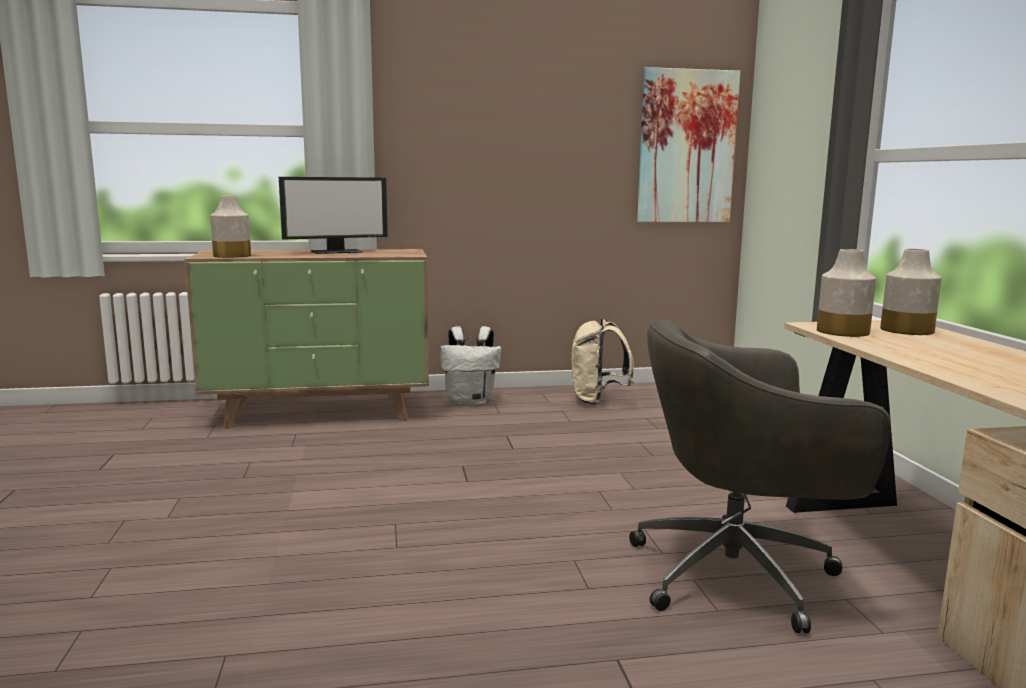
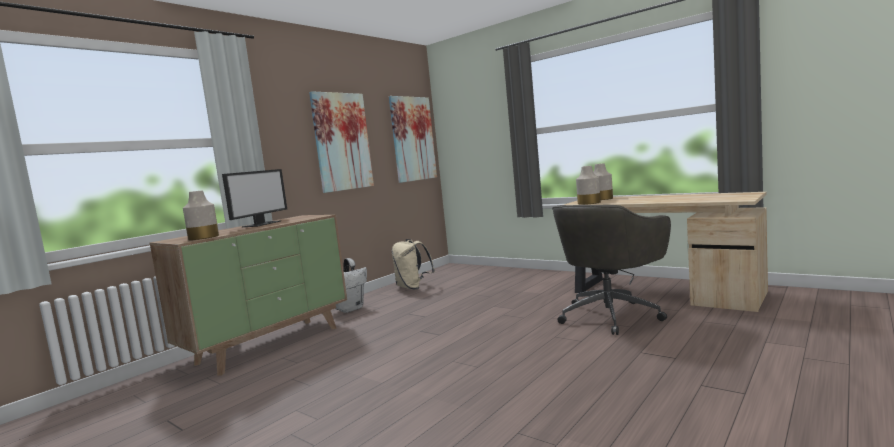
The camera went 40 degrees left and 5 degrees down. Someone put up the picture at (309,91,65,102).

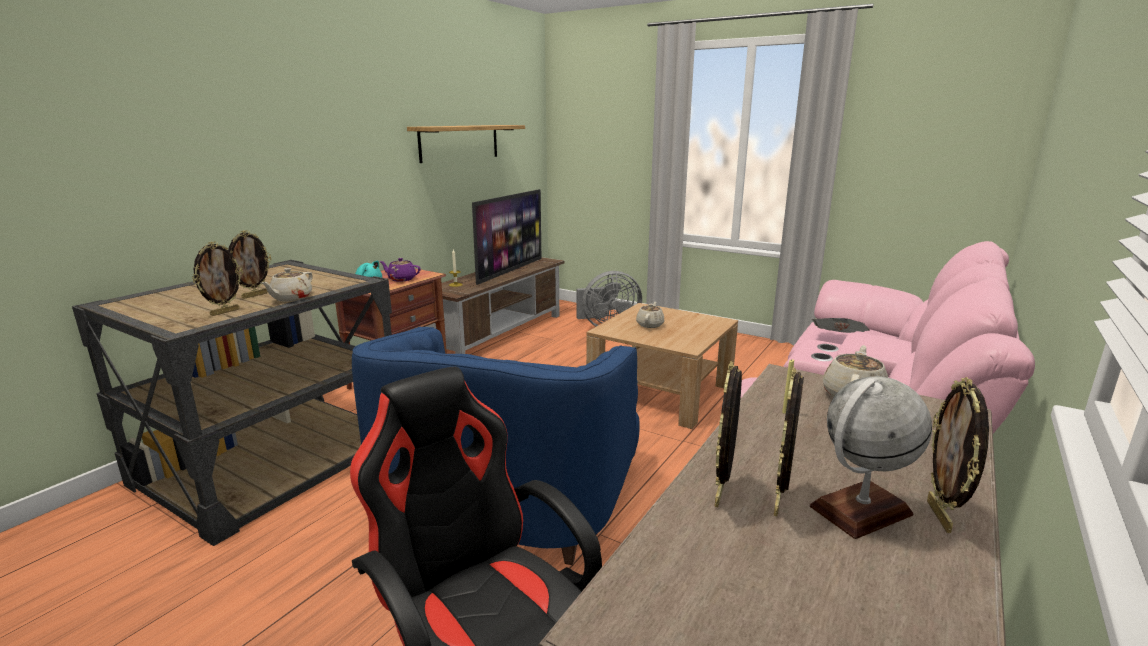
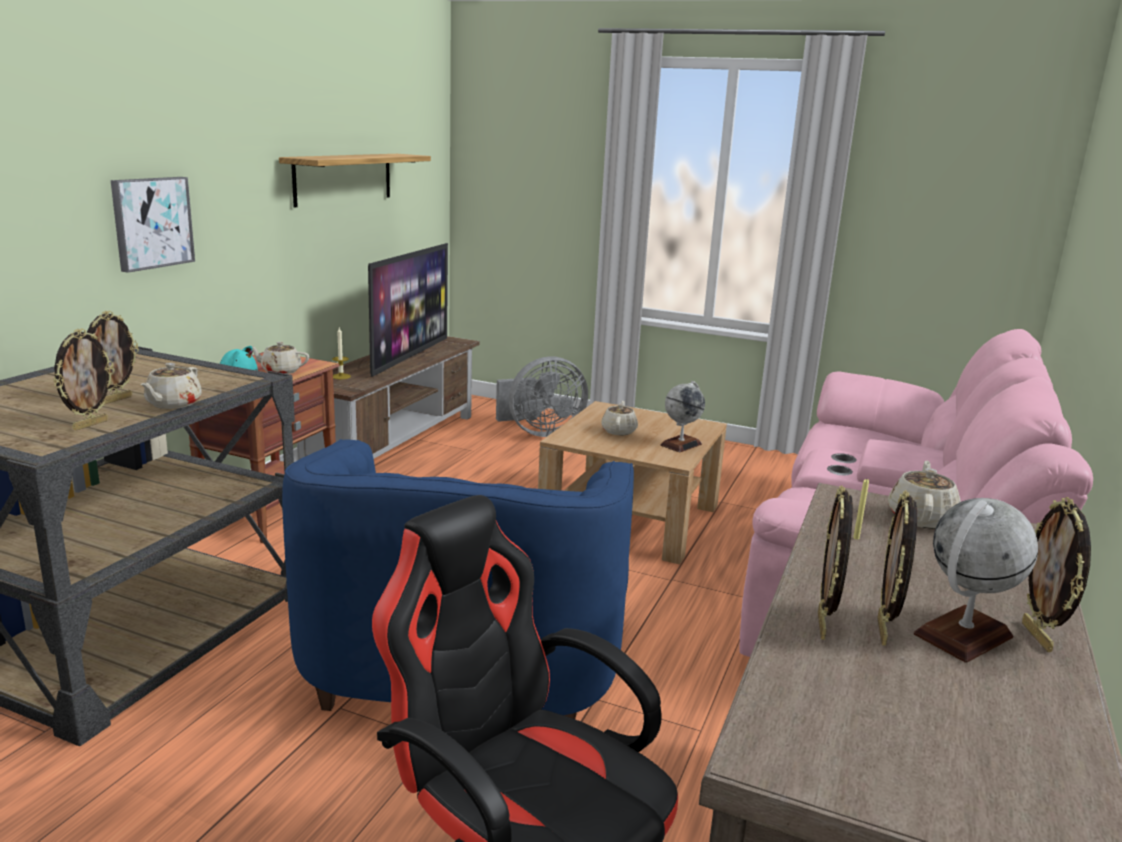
The camera went 10 degrees left and 0 degrees up. Someone took away the newspaper at (811,318,59,15). Someone put up the picture at (110,177,85,96). Someone put down the globe at (660,381,45,71). Someone repainted the purple teapot at (379,258,42,24), which became the beige teapot at (252,342,57,32).

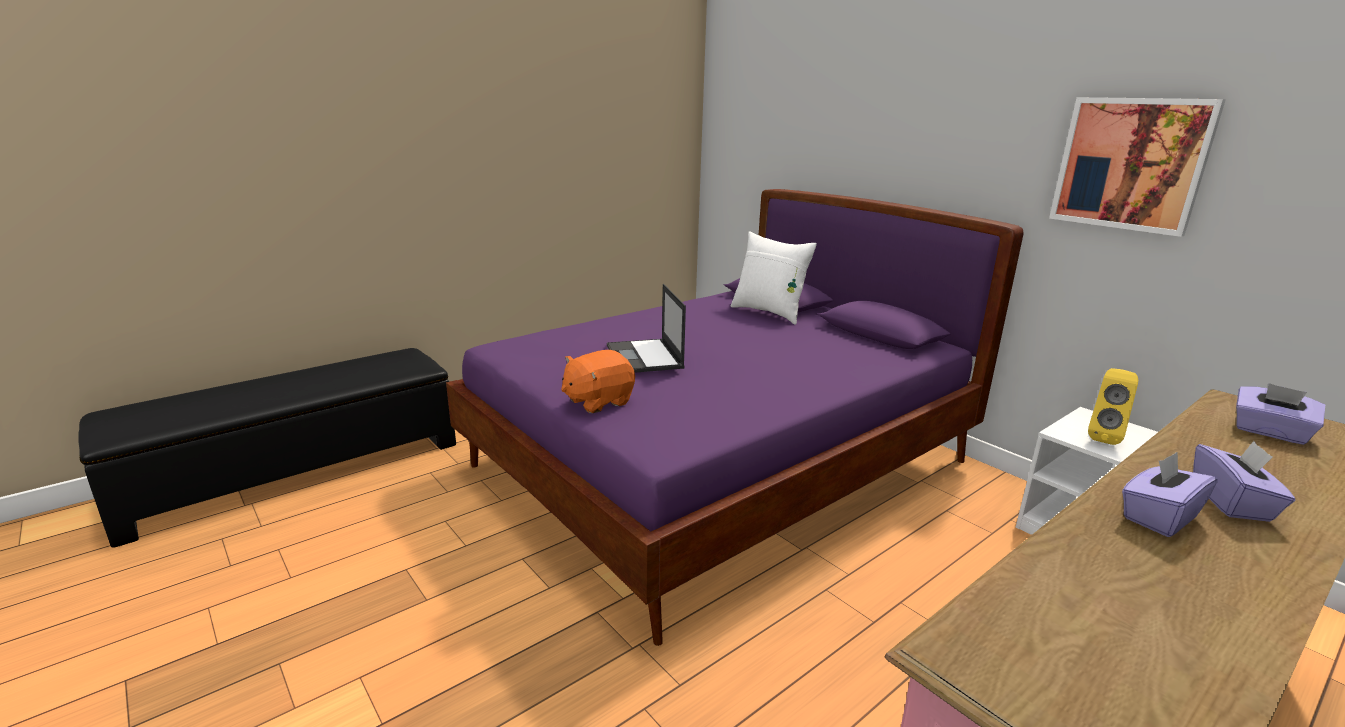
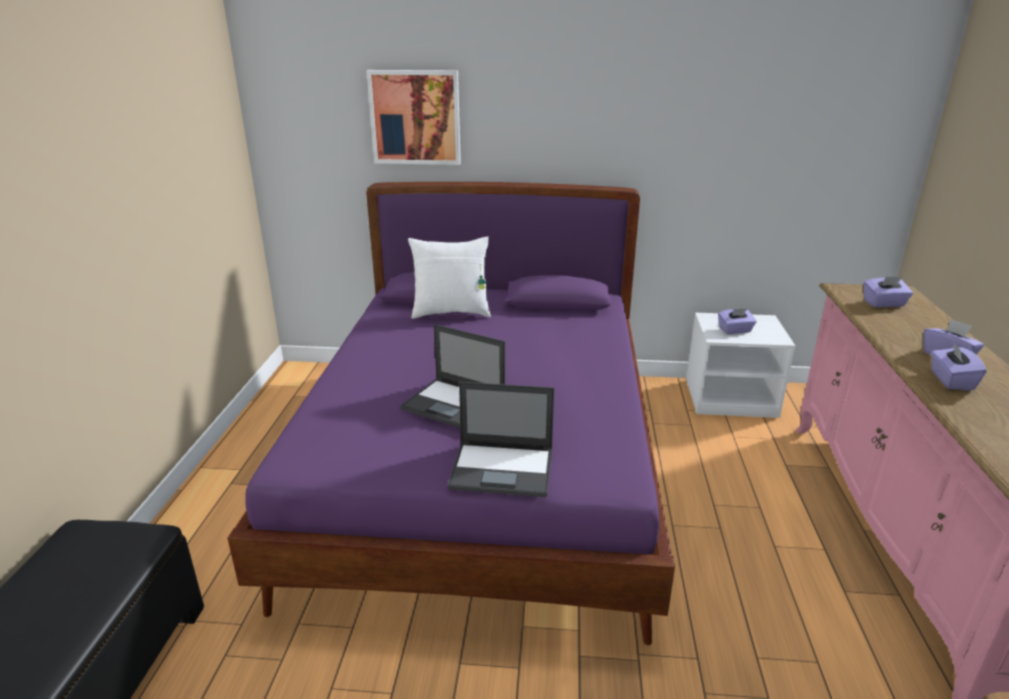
The camera went 45 degrees left and 5 degrees up. Someone carried the picture from (1049,97,177,140) to (367,70,94,95). Someone swapped the orange plush toy at (561,350,74,63) for the laptop at (447,382,107,115). Someone swapped the yellow speaker at (1088,368,50,77) for the purple tissue box at (718,308,38,26).

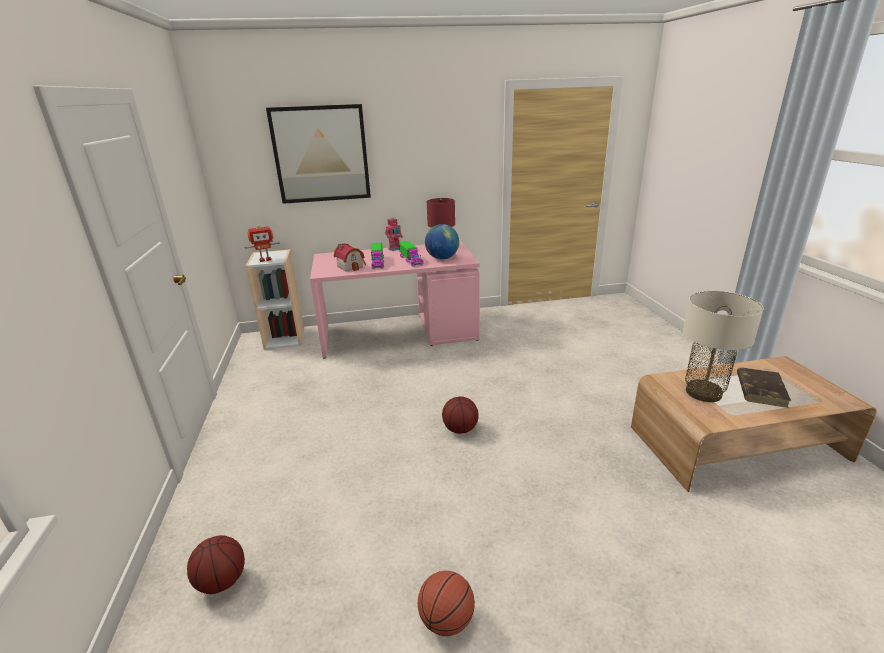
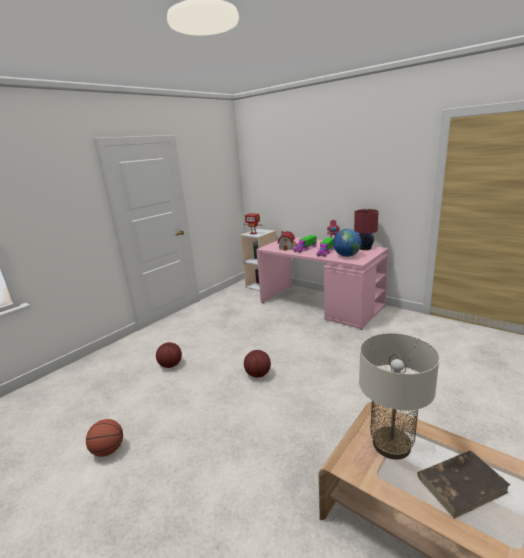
The camera went 50 degrees right and 5 degrees down. Someone took away the picture at (266,104,105,100). Someone carried the basketball from (187,535,58,59) to (156,342,26,26).

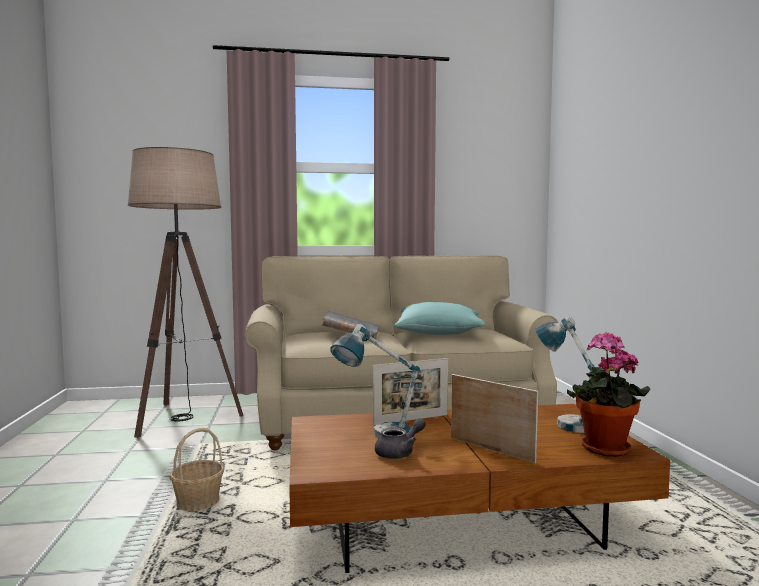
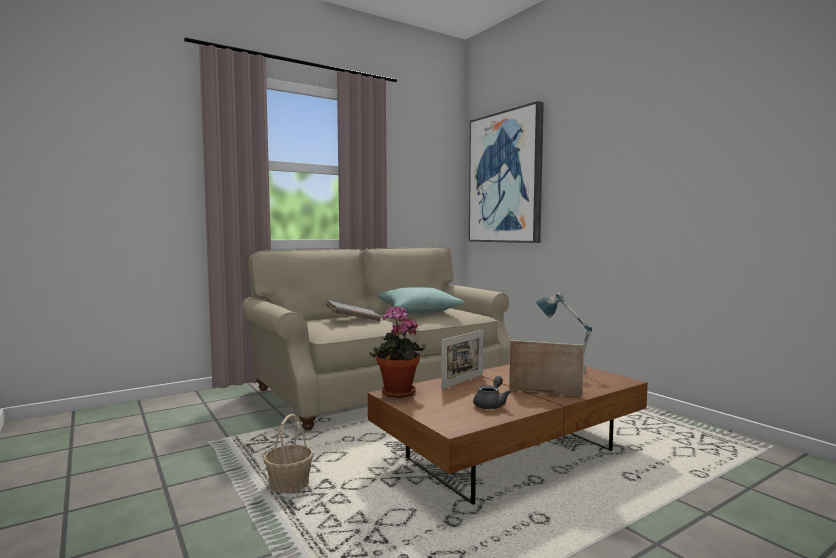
The camera went 25 degrees left and 0 degrees up. Someone took away the floor lamp at (128,147,115,291). Someone took away the table lamp at (330,324,90,114). Someone put up the picture at (469,101,75,142). Someone carried the potted plant from (567,332,83,125) to (370,306,56,92).

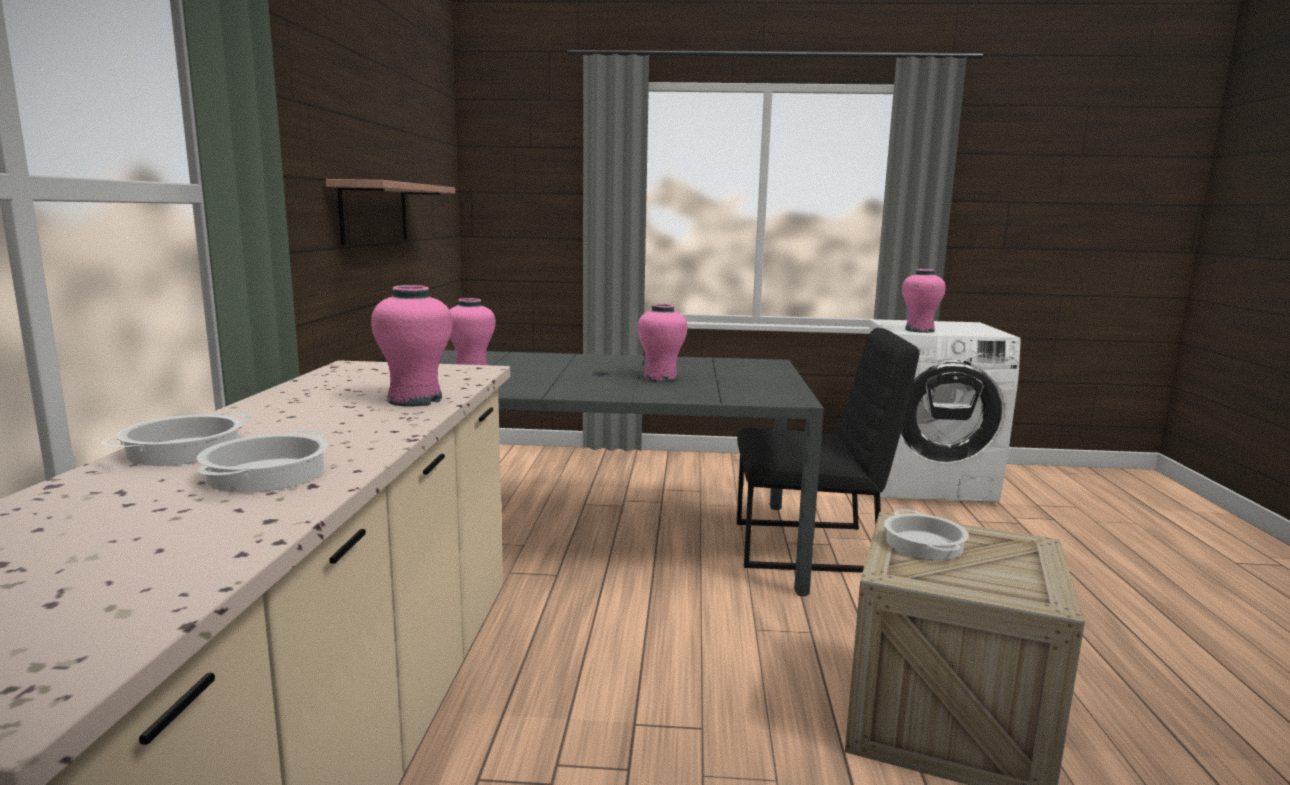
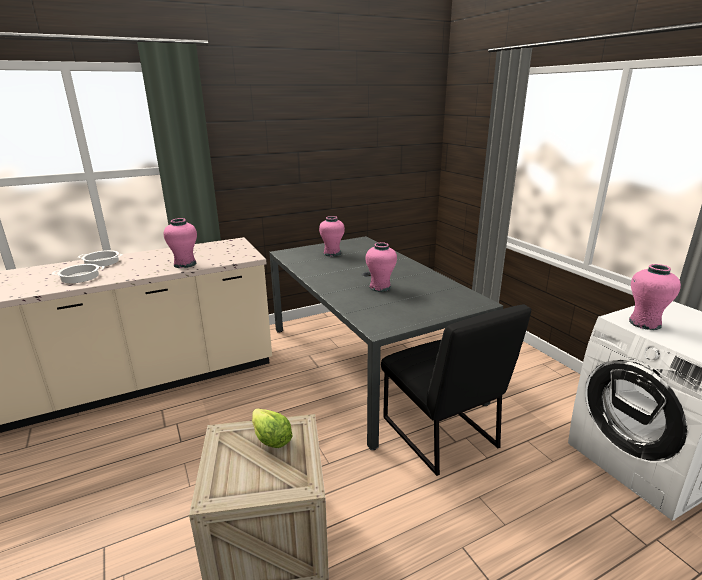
The camera went 60 degrees right and 10 degrees up. Someone took away the shelf at (326,179,129,67). Someone swapped the cooking pot at (884,509,85,51) for the lettuce at (252,408,41,40).

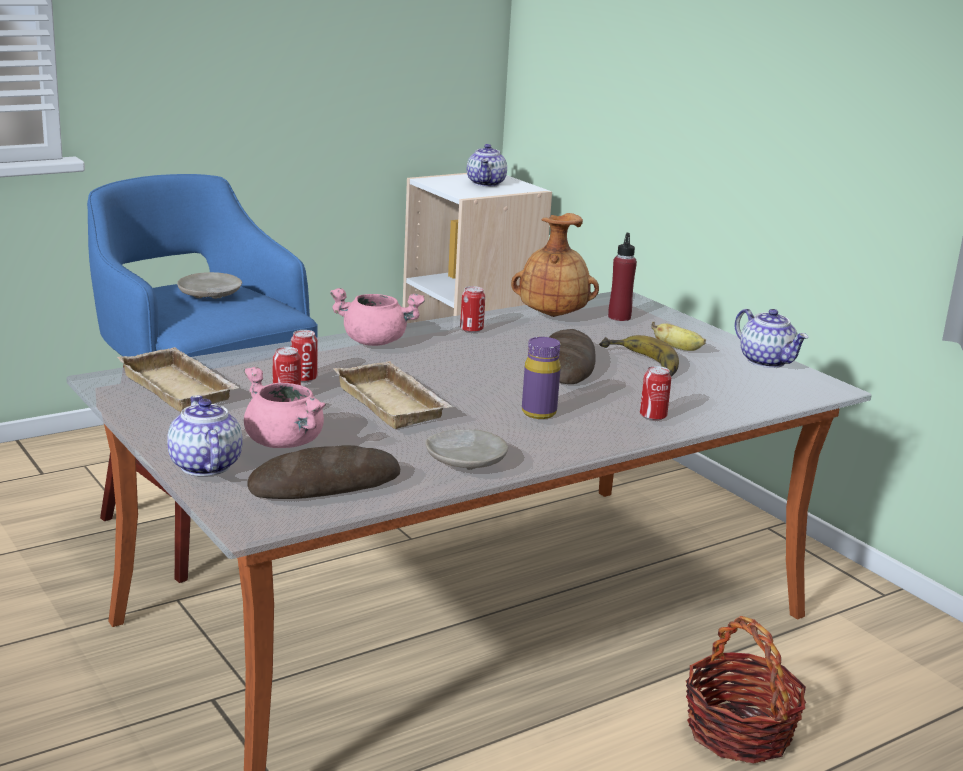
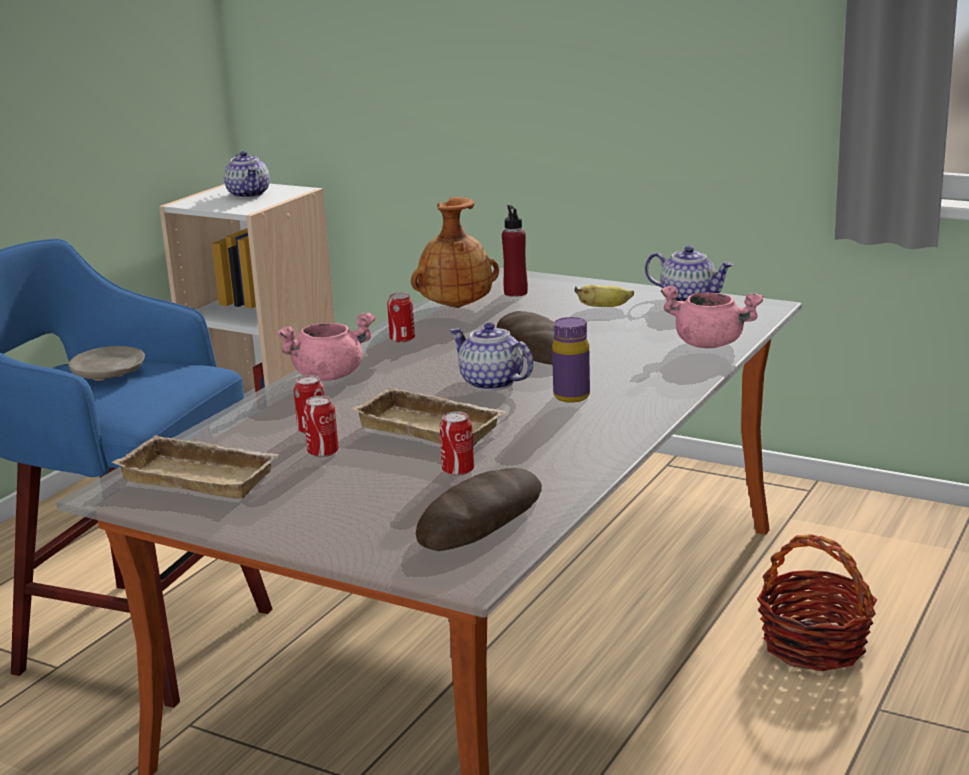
The camera went 25 degrees left and 0 degrees up. Someone took away the beige plate at (425,429,83,41). Someone took away the banana at (599,335,80,42). Someone carried the teapot from (167,395,76,81) to (450,322,83,69). Someone carried the pink cooking pot from (244,367,82,81) to (661,286,102,62). Someone carried the can from (640,366,31,55) to (440,411,34,65).

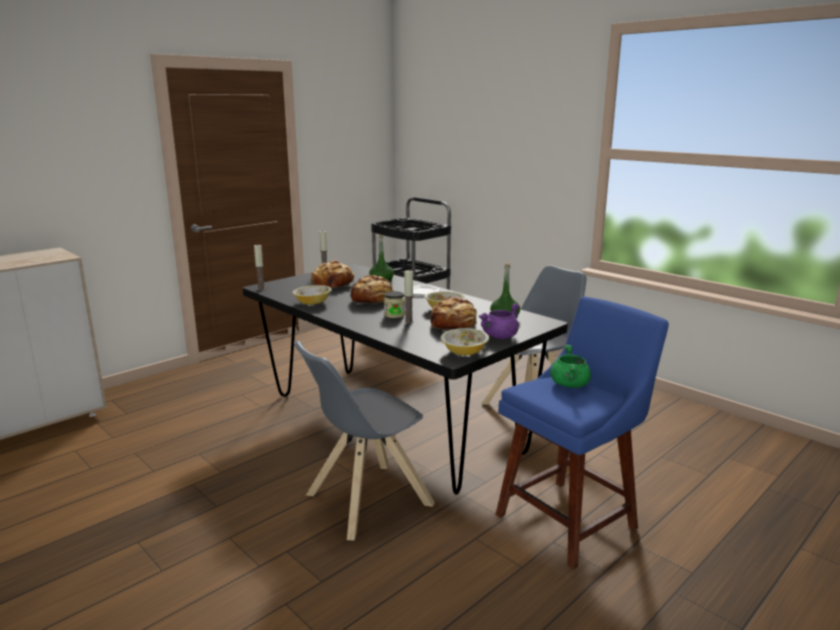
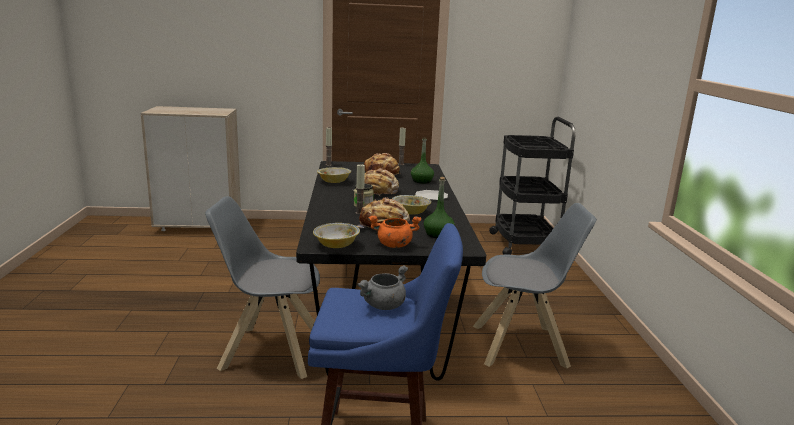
The camera went 40 degrees right and 0 degrees up. Someone repainted the purple cooking pot at (478,303,41,36), which became the orange cooking pot at (368,215,53,33). Someone repainted the green cooking pot at (550,345,41,43), which became the grey cooking pot at (357,265,51,45).

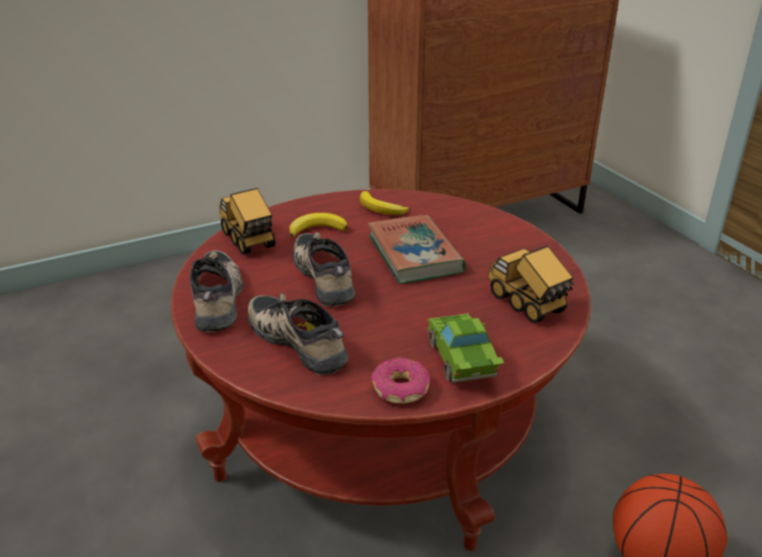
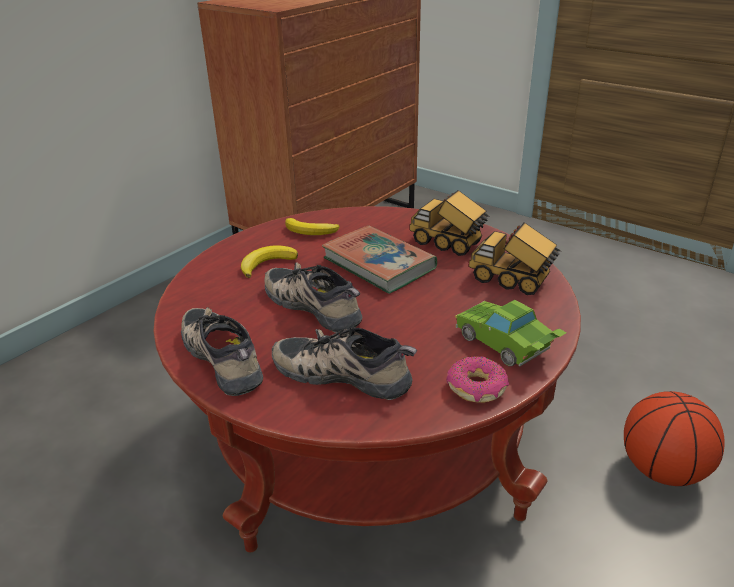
The camera went 25 degrees left and 0 degrees up. Someone carried the toy truck from (219,188,57,67) to (409,190,81,66).

